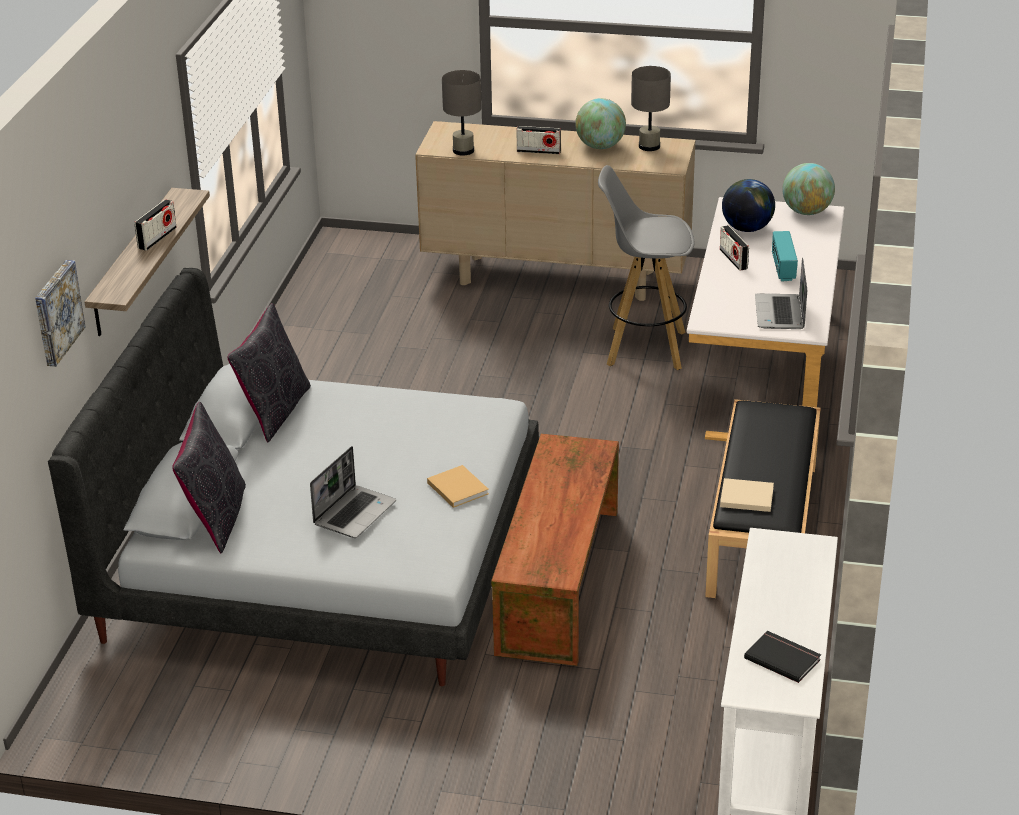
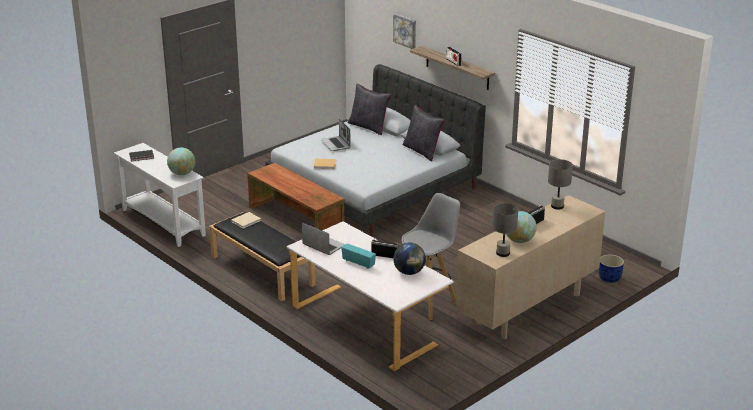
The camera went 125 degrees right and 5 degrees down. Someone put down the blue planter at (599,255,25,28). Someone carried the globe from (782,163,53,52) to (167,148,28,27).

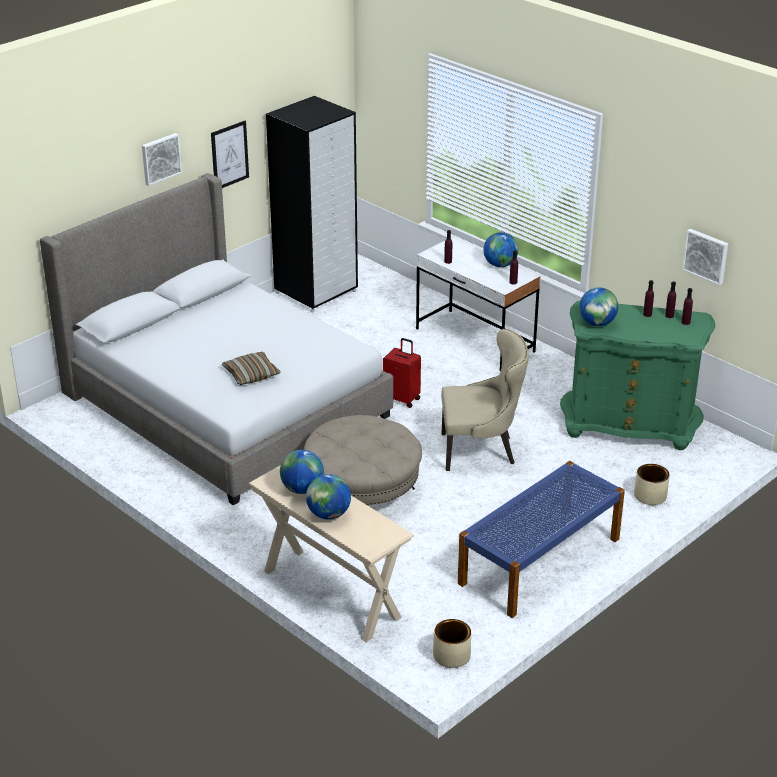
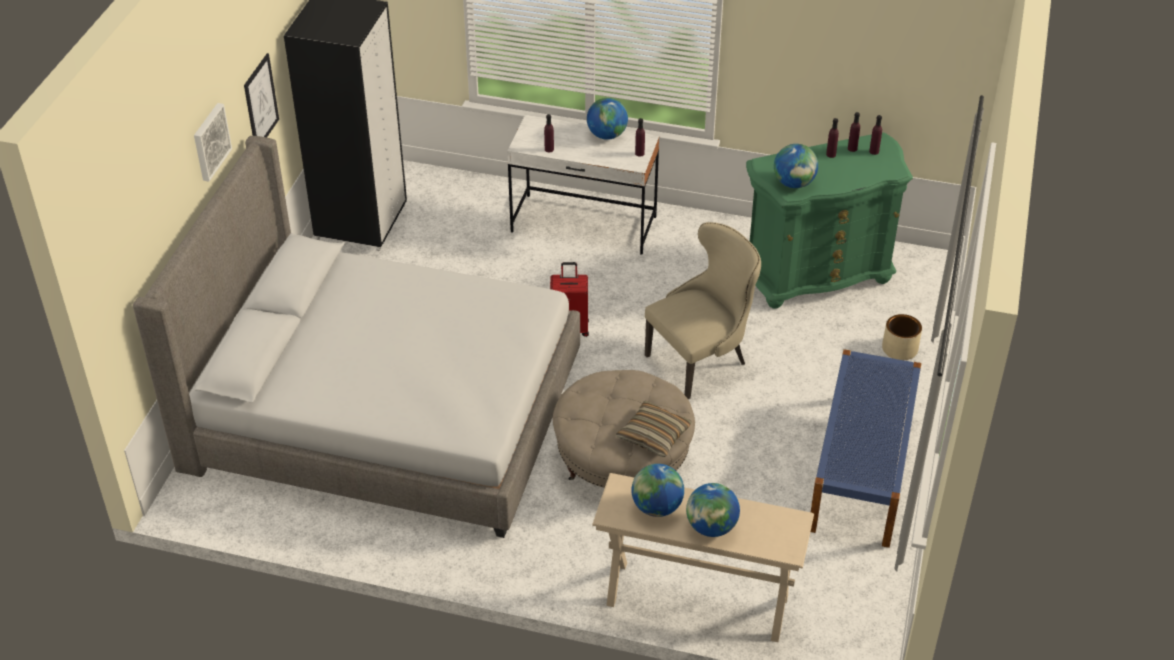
The camera went 30 degrees left and 10 degrees up. Someone took away the beige planter at (433,619,38,49). Someone took away the picture at (682,229,46,56). Someone carried the pillow from (222,352,58,33) to (616,401,76,56).

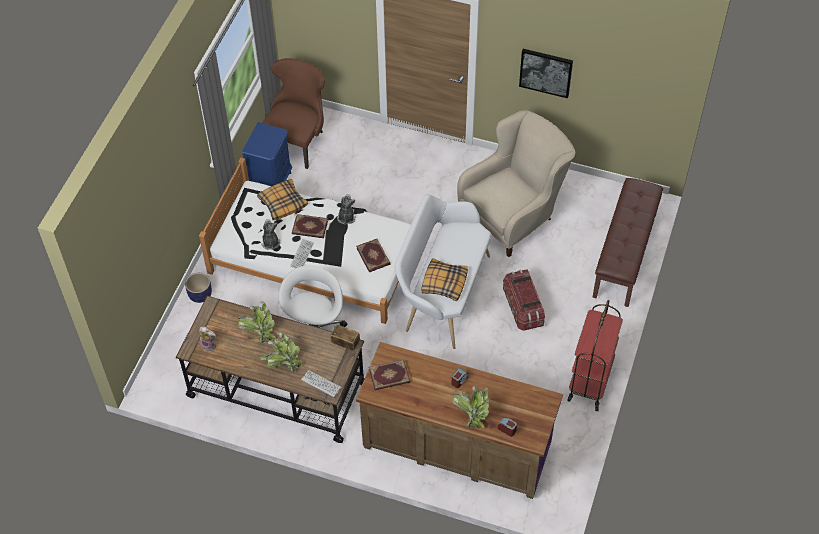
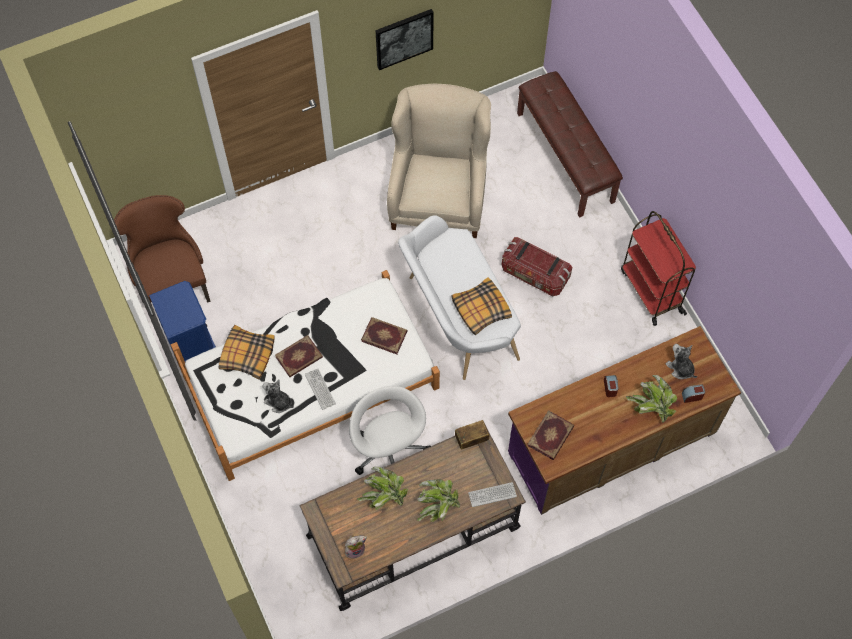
The camera went 45 degrees left and 10 degrees up. Someone took away the planter at (185,273,27,30). Someone carried the plush toy from (337,194,19,31) to (666,344,32,35).

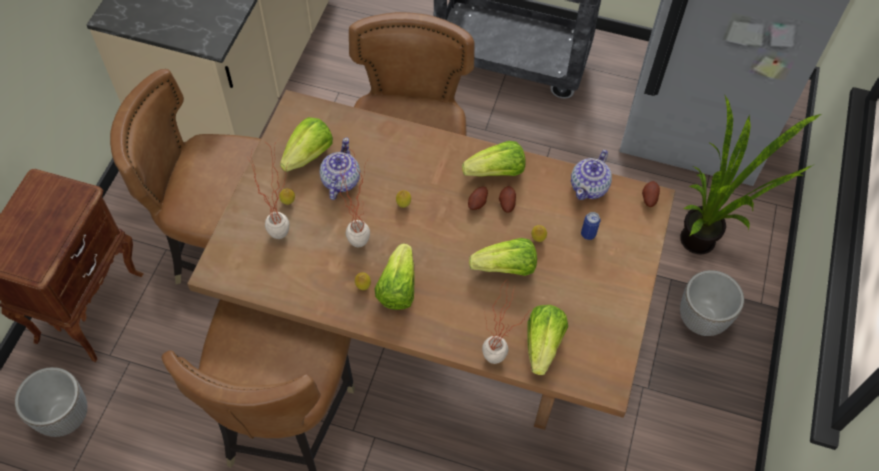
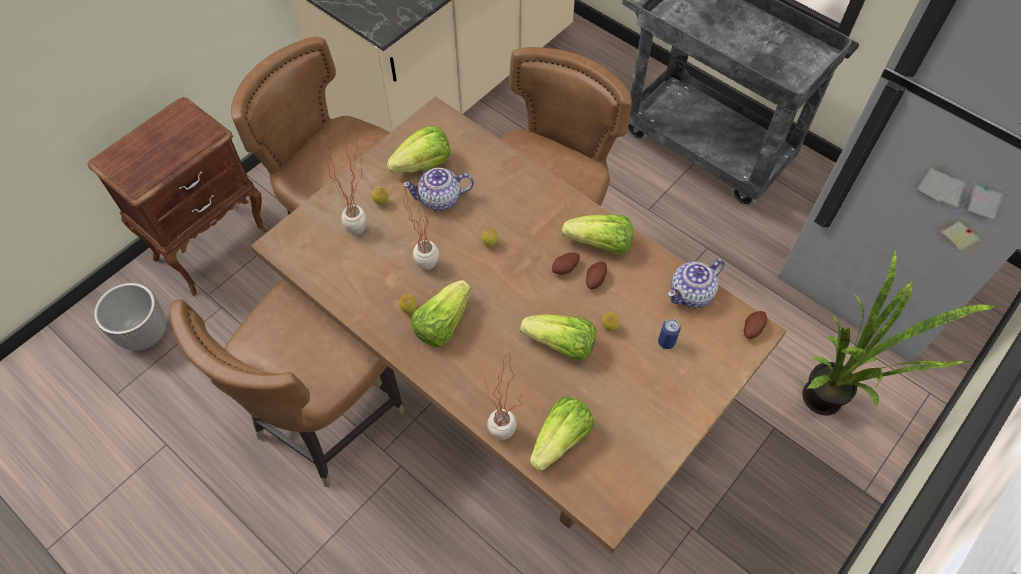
The camera went 25 degrees right and 0 degrees up. Someone took away the planter at (680,270,64,66). Someone rotated the teapot at (319,138,41,62) by 135 degrees counterclockwise.

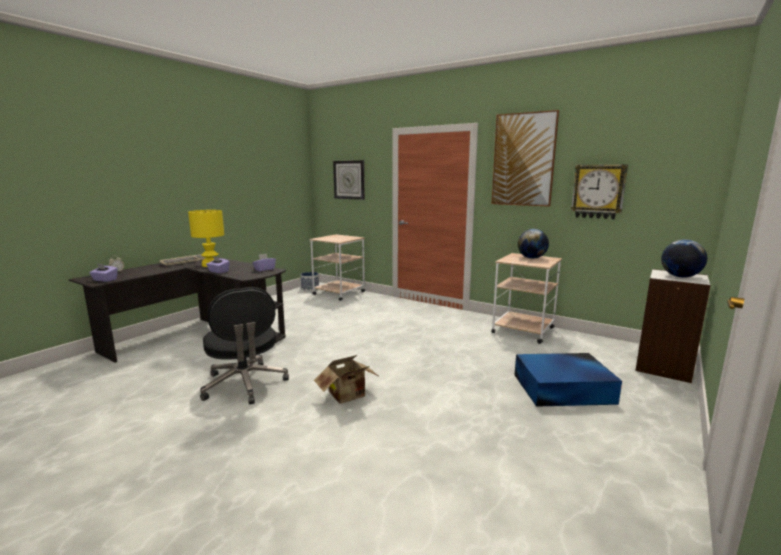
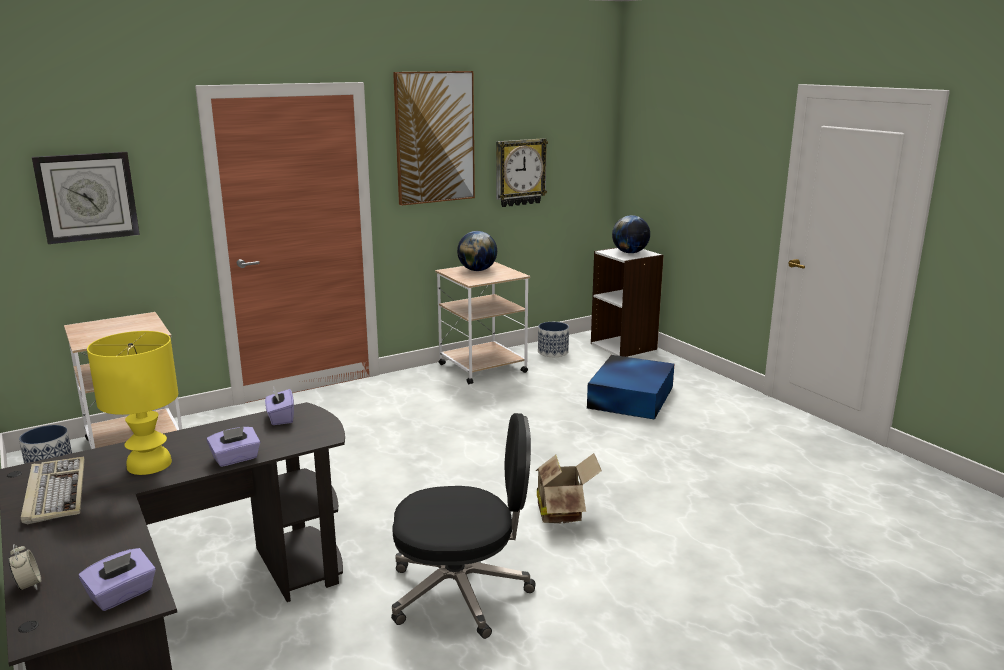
The camera went 65 degrees left and 5 degrees up. Someone put down the planter at (538,322,31,35).

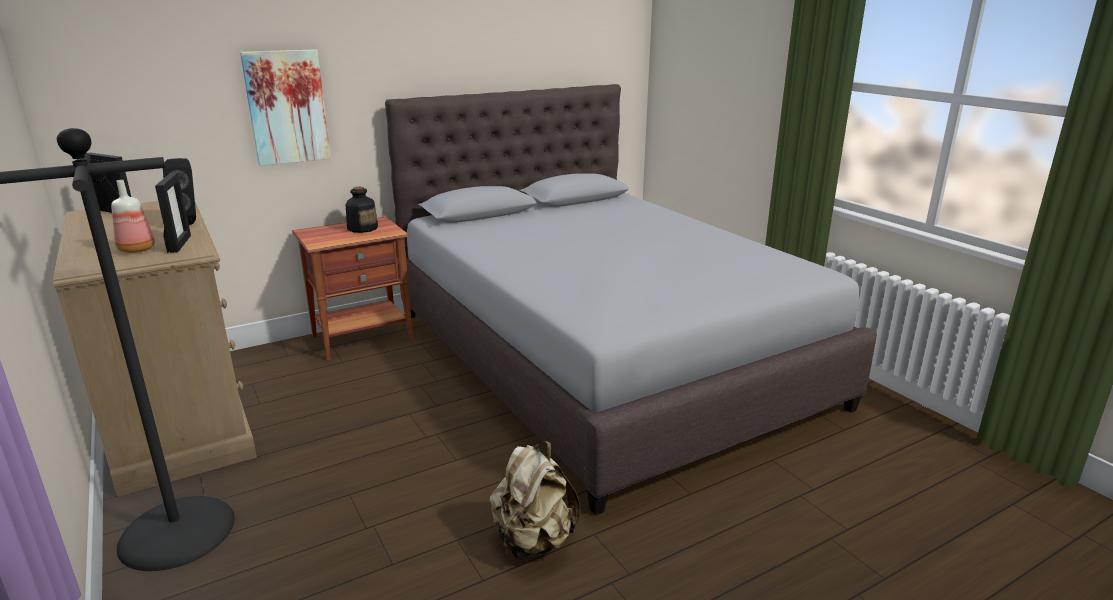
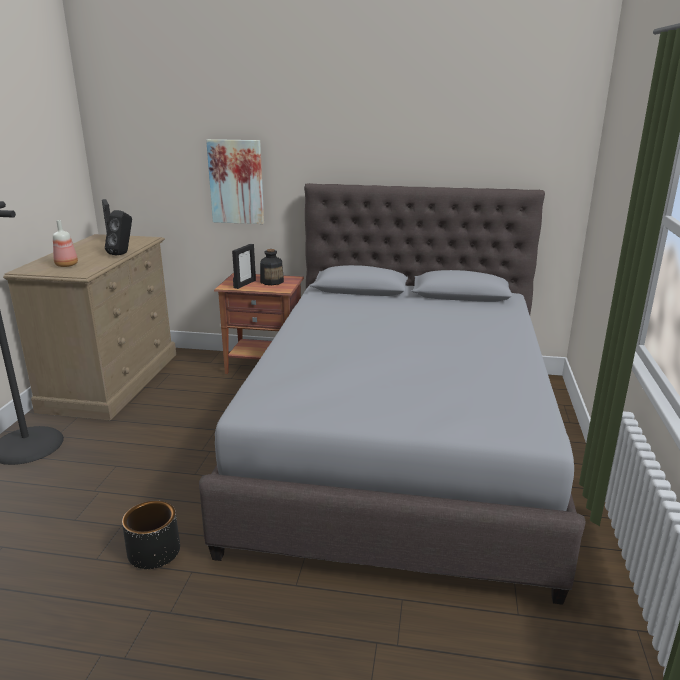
The camera went 40 degrees right and 0 degrees up. Someone carried the picture frame from (155,173,36,80) to (232,244,24,45). Someone swapped the beige backpack at (489,441,92,119) for the black planter at (122,500,58,69).

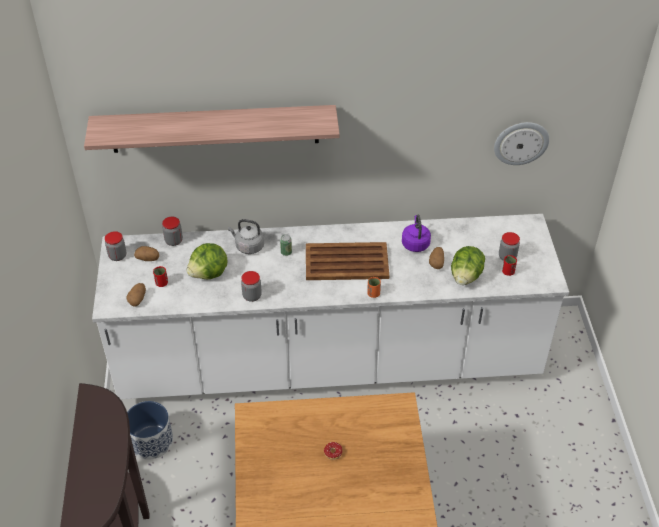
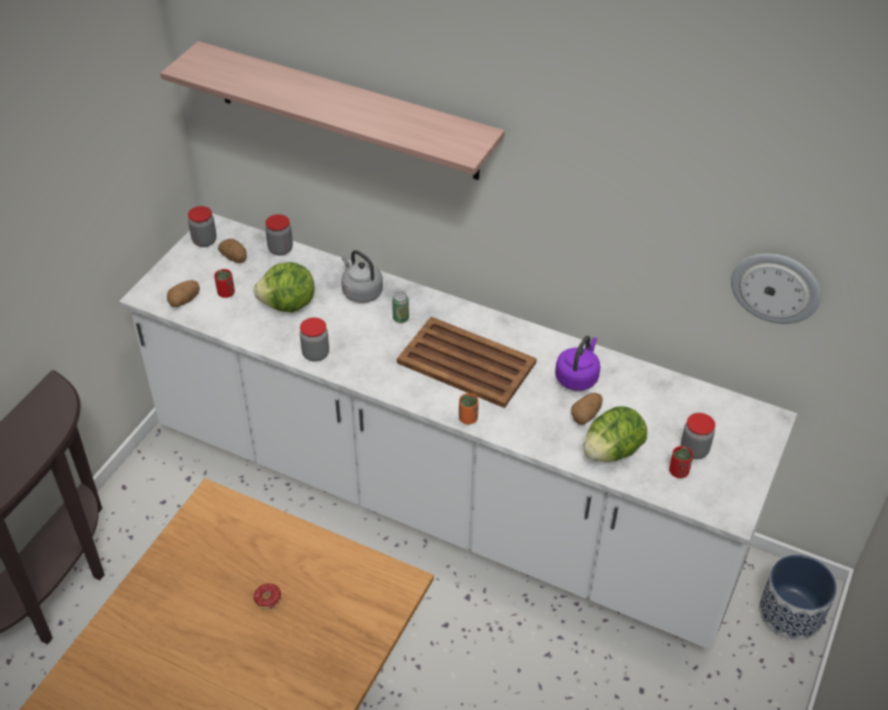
The camera went 30 degrees right and 0 degrees up. Someone carried the planter from (127,401,46,59) to (759,555,78,85).

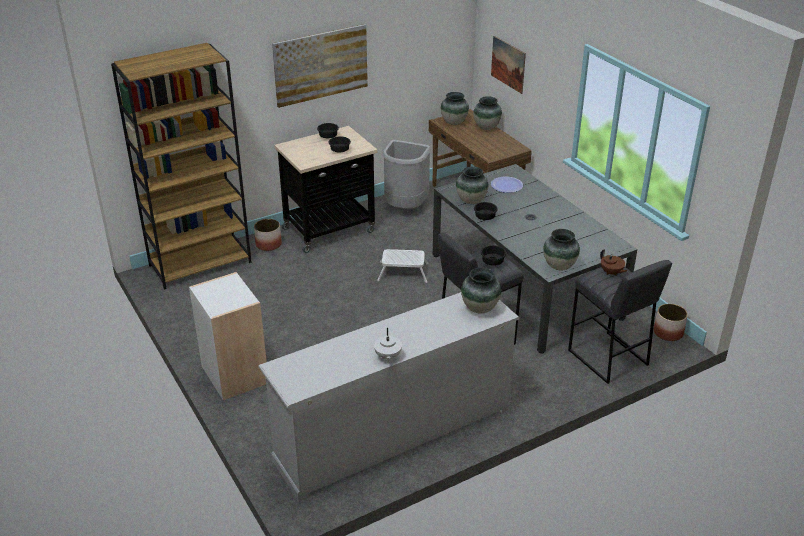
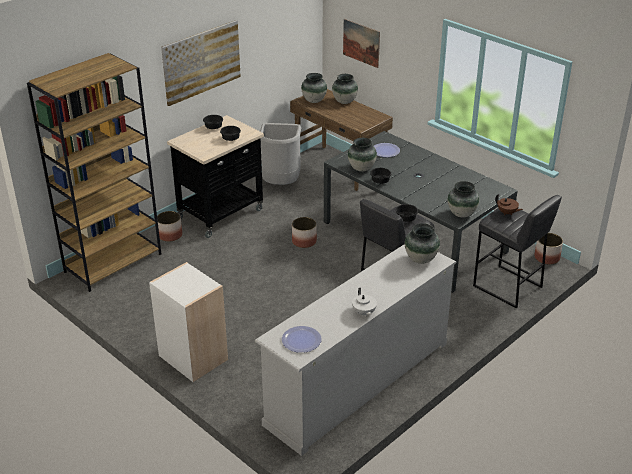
The camera went 15 degrees left and 0 degrees up. Someone put down the plate at (282,326,39,27). Someone swapped the white step ladder at (377,249,52,34) for the planter at (292,217,25,31).

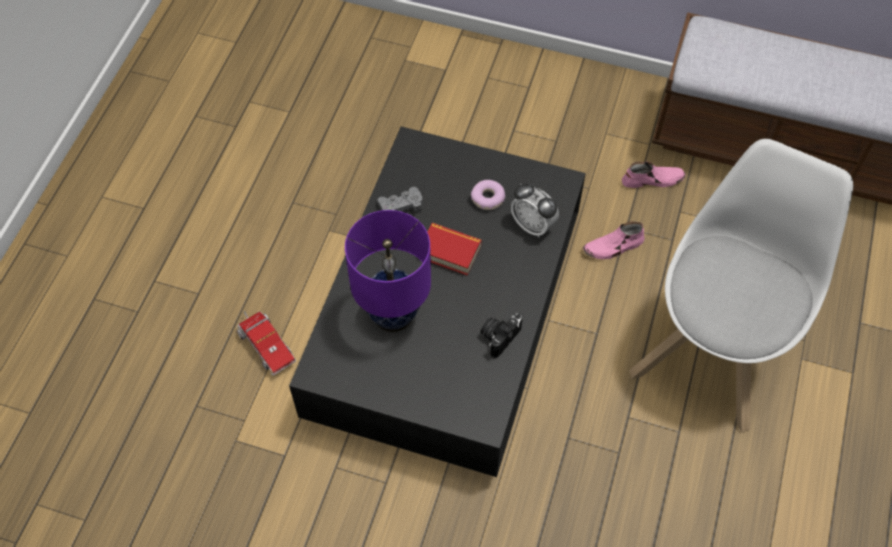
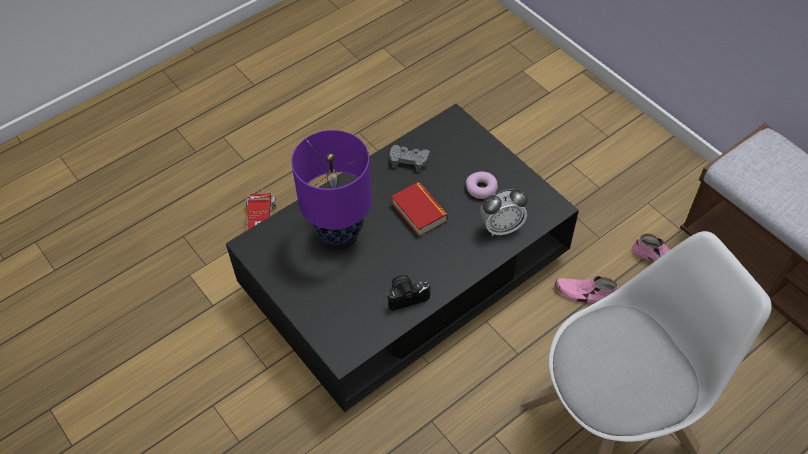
The camera went 35 degrees right and 5 degrees down. Someone rotated the alarm clock at (511,183,48,55) by 90 degrees counterclockwise.

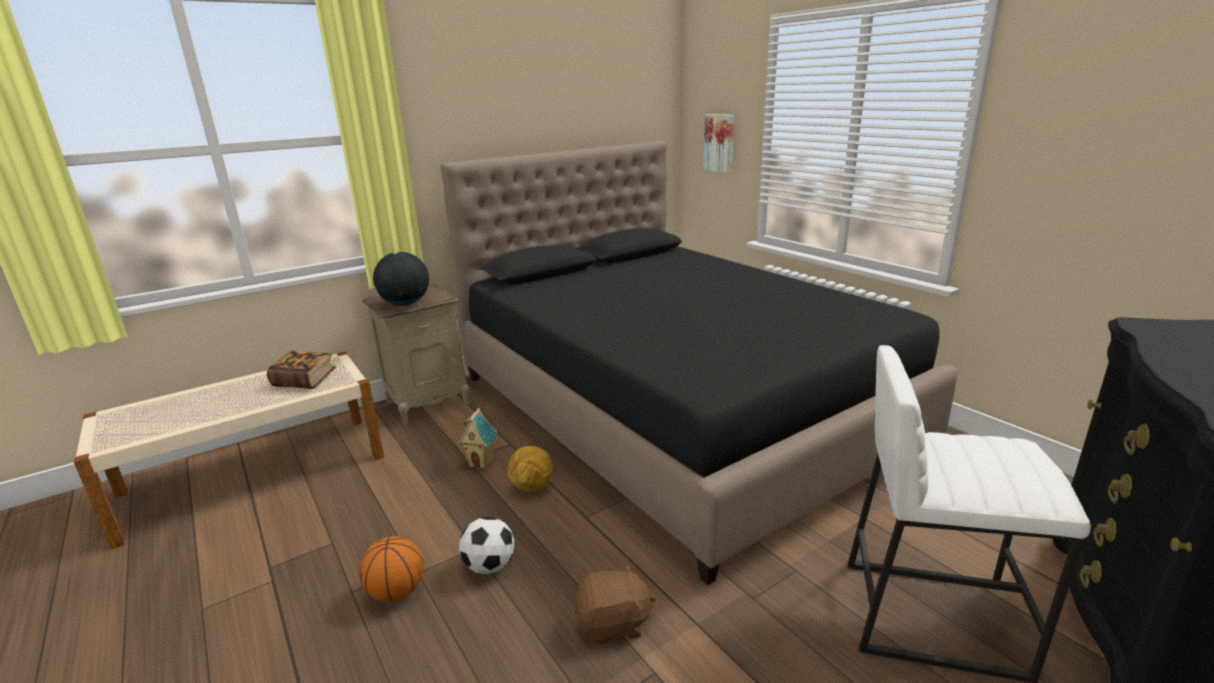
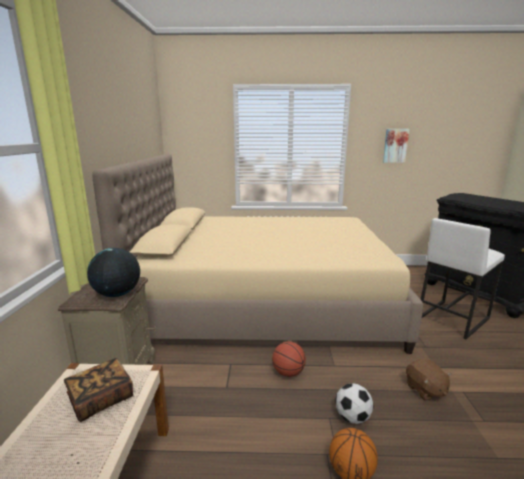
The camera went 55 degrees left and 5 degrees down. Someone took away the toy house at (457,408,41,61). Someone carried the picture from (703,114,31,59) to (383,129,26,34). Someone swapped the football at (507,446,46,45) for the basketball at (272,342,34,35). Someone repainted the black bed at (440,141,518,444), which became the beige bed at (92,154,331,200). Someone rotated the brown plush toy at (575,563,81,81) by 135 degrees clockwise.

